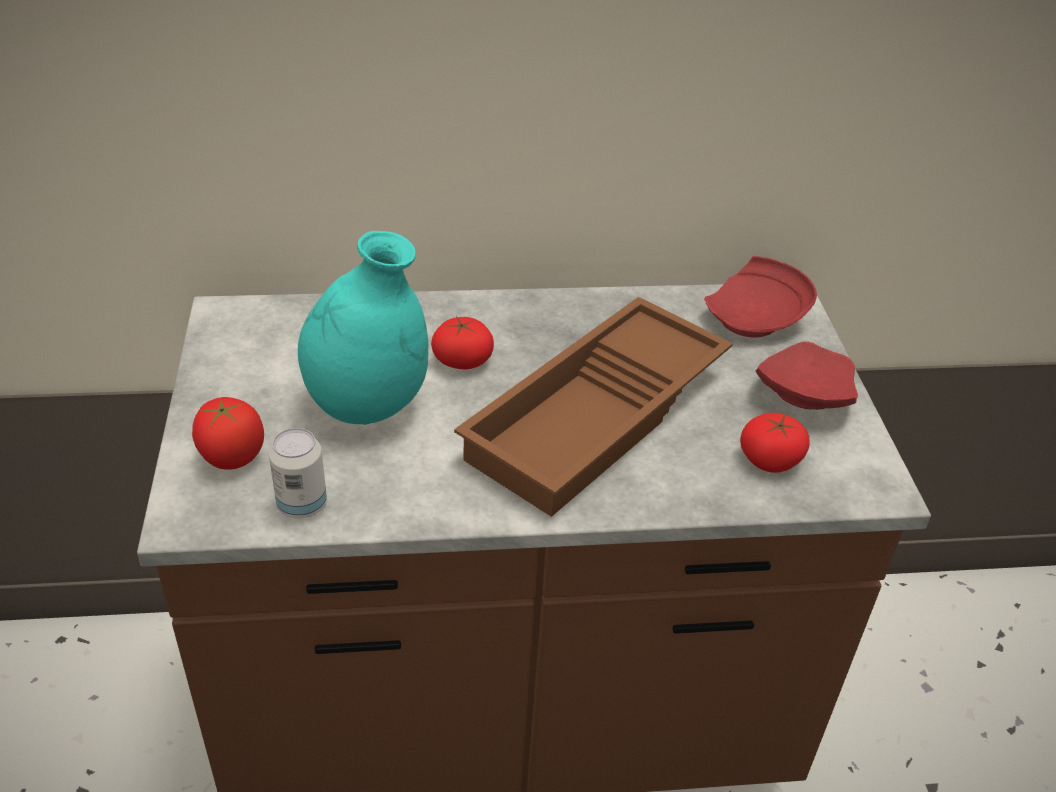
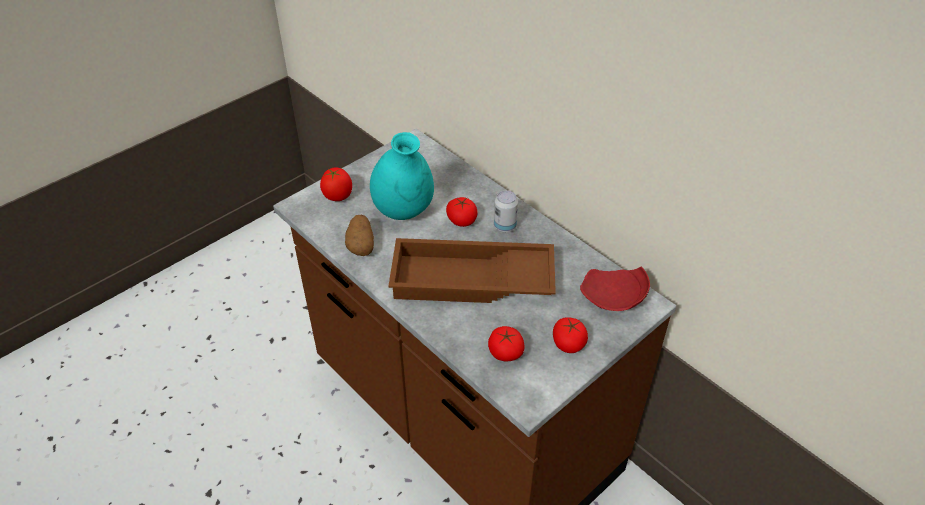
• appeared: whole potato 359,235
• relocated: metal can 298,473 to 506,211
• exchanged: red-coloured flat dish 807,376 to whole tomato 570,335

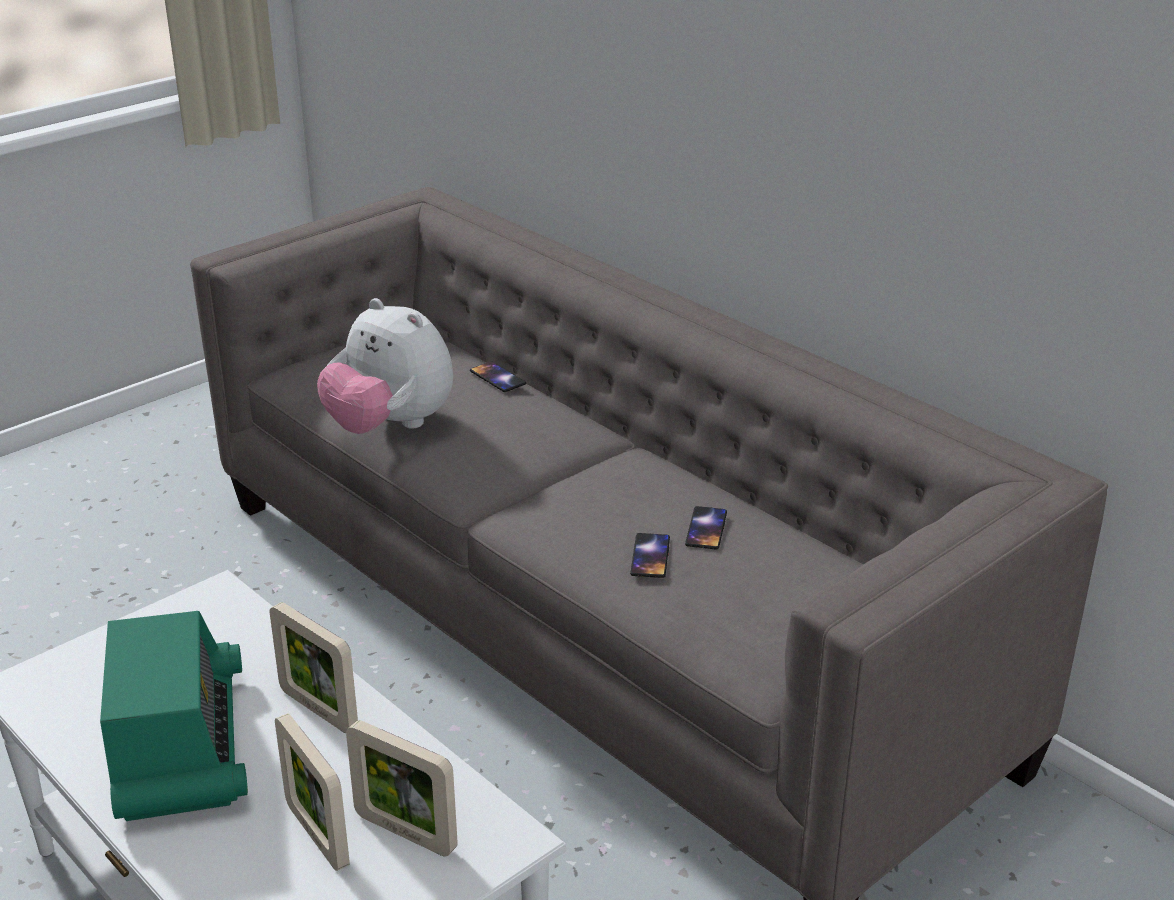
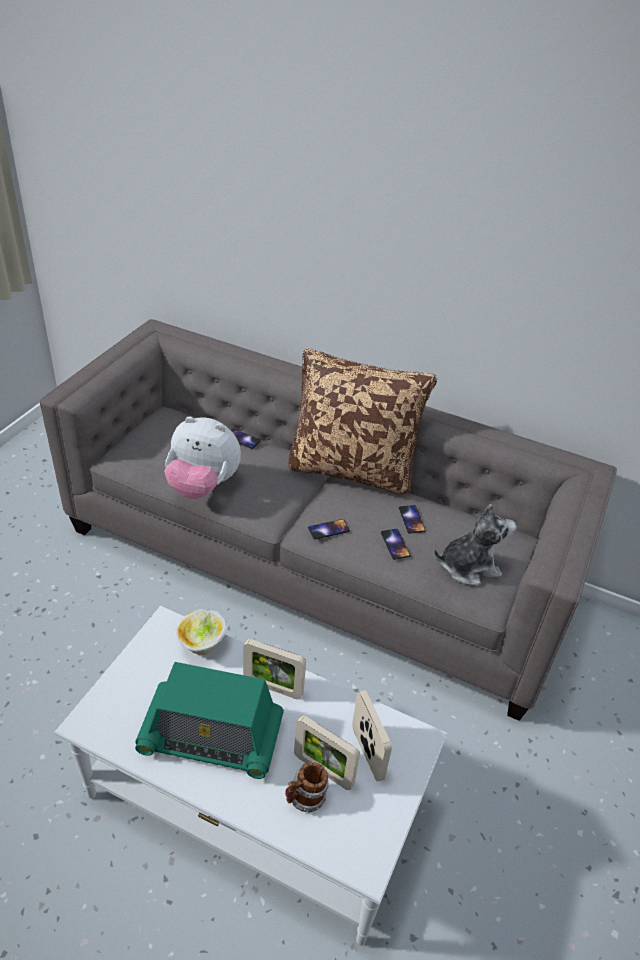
• appeared: deep dish 202,632
• appeared: coffee mug 307,787
• appeared: brown cushion 362,422
• appeared: phone 329,529
• appeared: soft toy 475,544
• spun: radio 174,716 = 209,720 135 degrees clockwise
• spun: standing frame 402,788 = 372,736 120 degrees counterclockwise

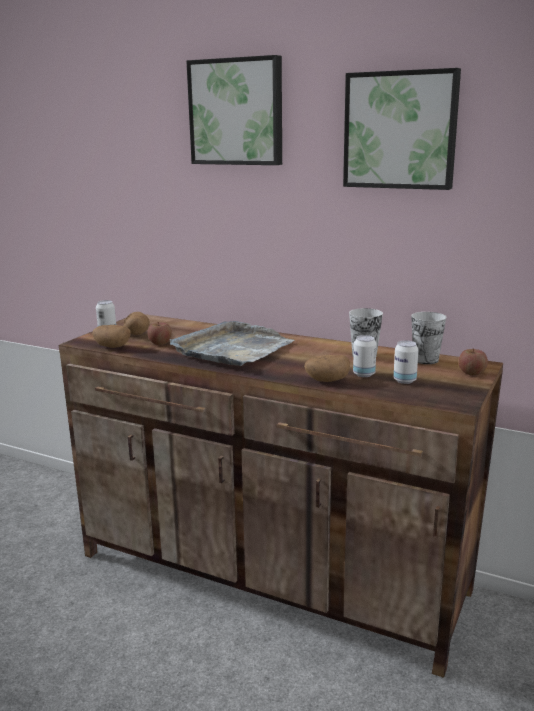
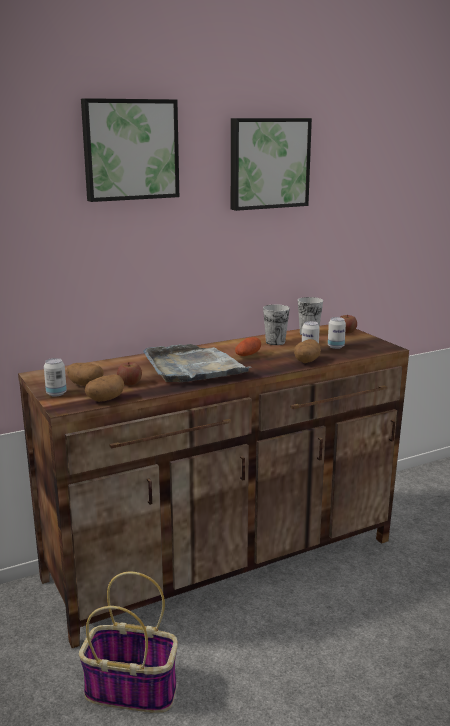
• appeared: basket 128,642
• appeared: whole potato 248,346

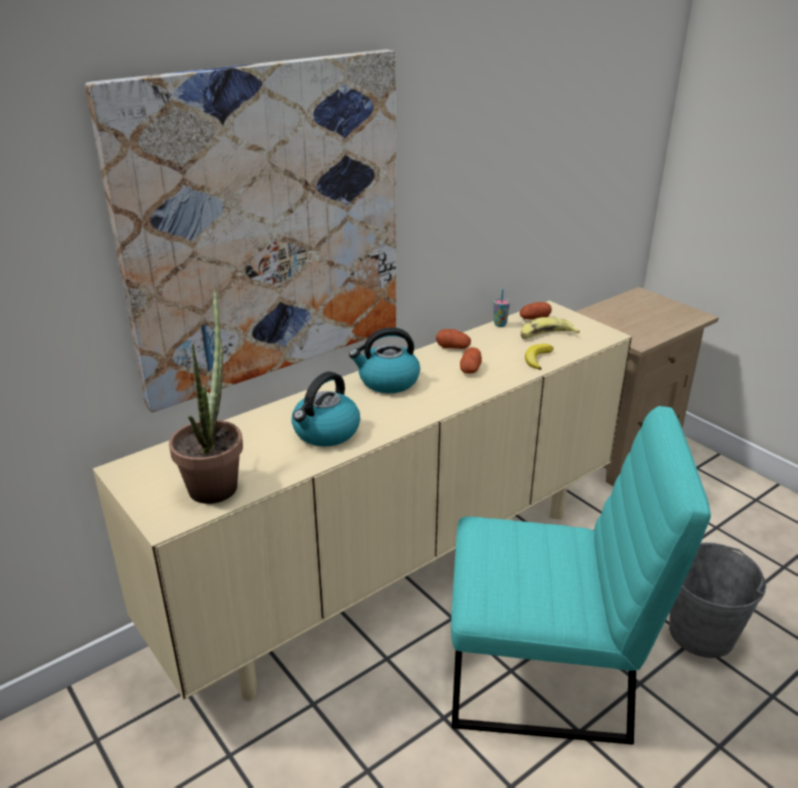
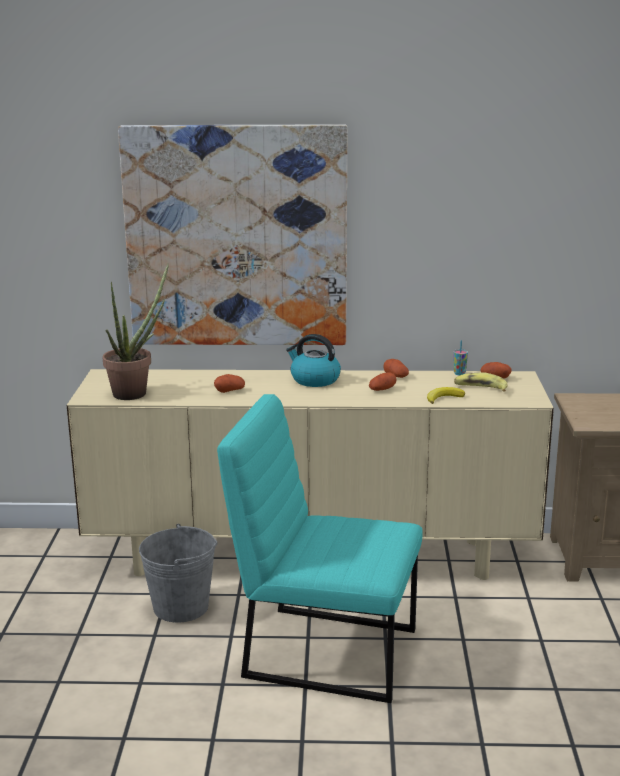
• relocated: grey pail 717,600 to 178,573
• exchanged: tea kettle 325,409 to whole potato 229,383
• spun: turquoise-coloured upright chair 581,575 = 320,548 150 degrees clockwise

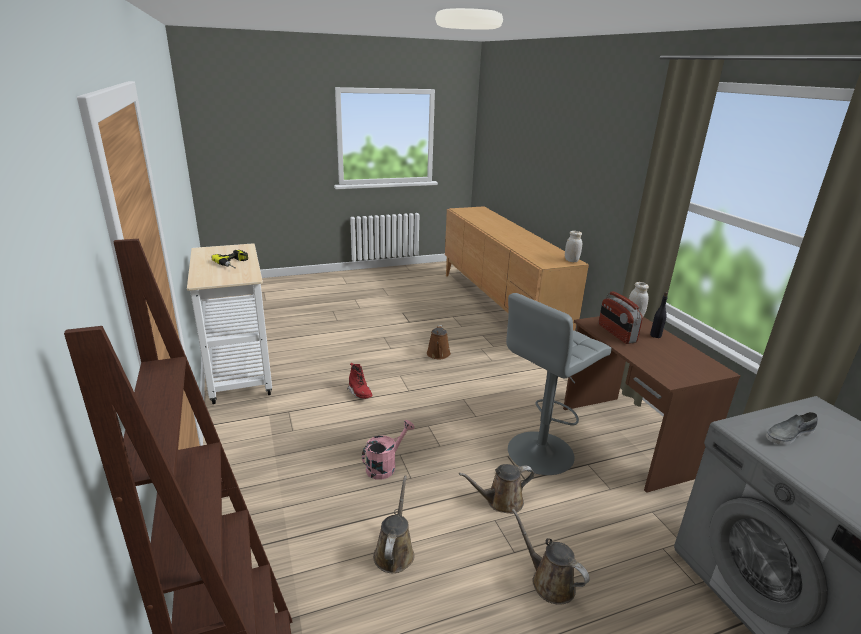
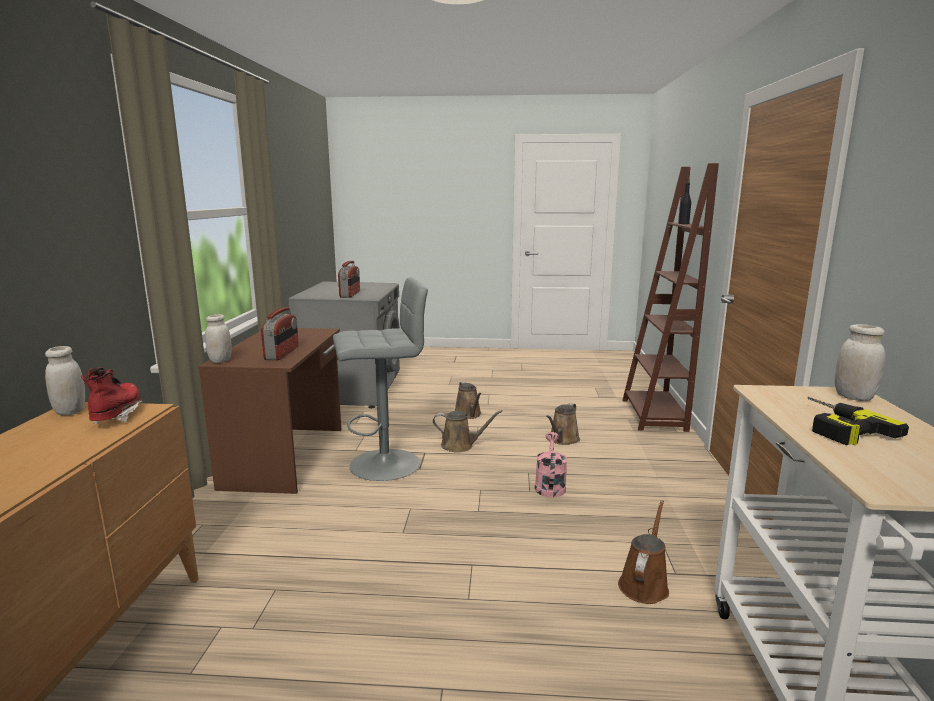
• appeared: whitish storage jar 860,362
• relocated: red-coloured high-top boot 359,381 to 112,395
• relocated: brown watering can 439,342 to 643,552
• relocated: black bottle 659,315 to 685,201
• exchanged: grey shoe 792,428 to radio 349,279
• spun: pinkish watering can 388,450 = 551,465 120 degrees clockwise

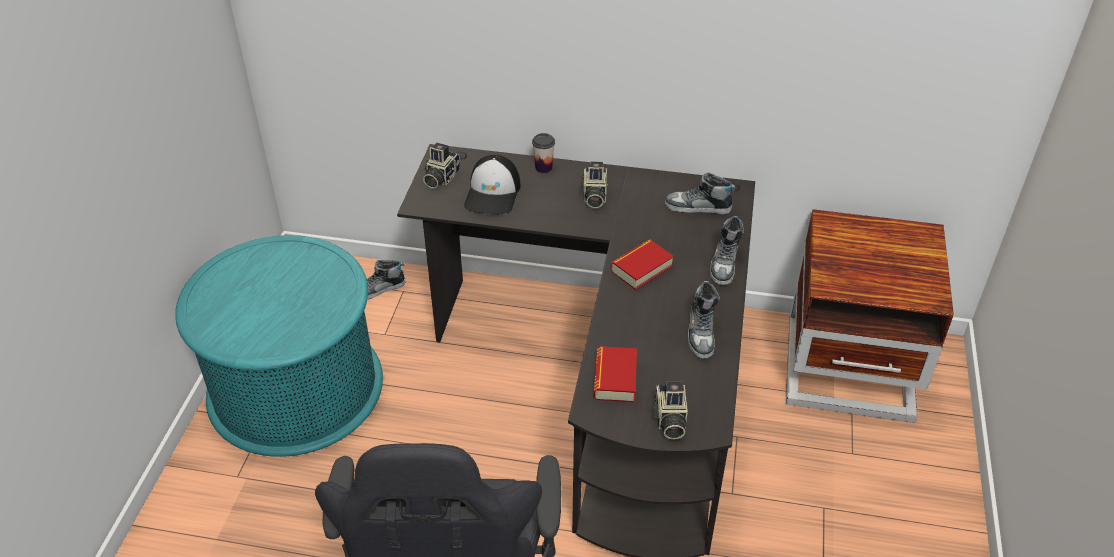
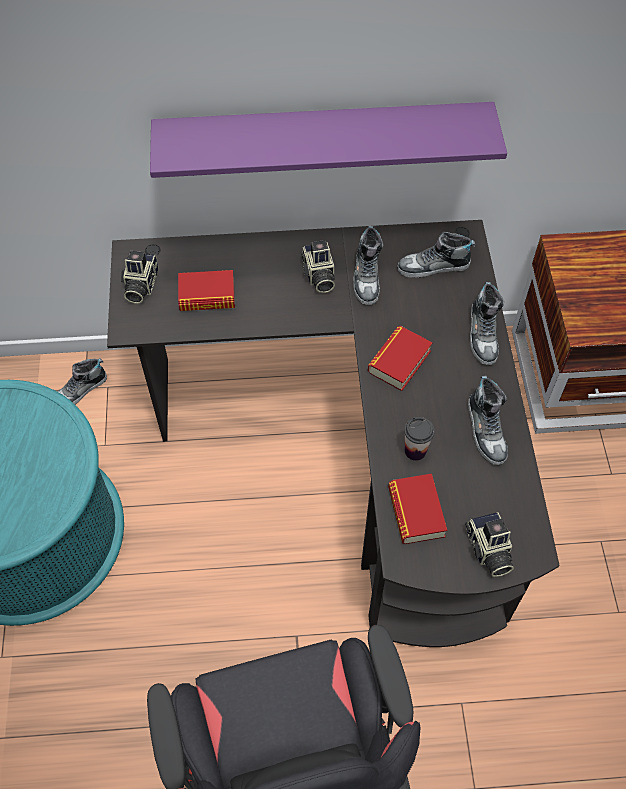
• appeared: purplish wall shelf 328,140
• appeared: shoe 368,265
• relocated: cup 543,153 to 419,439
• exchanged: peaked cap 492,185 to bound book 206,290

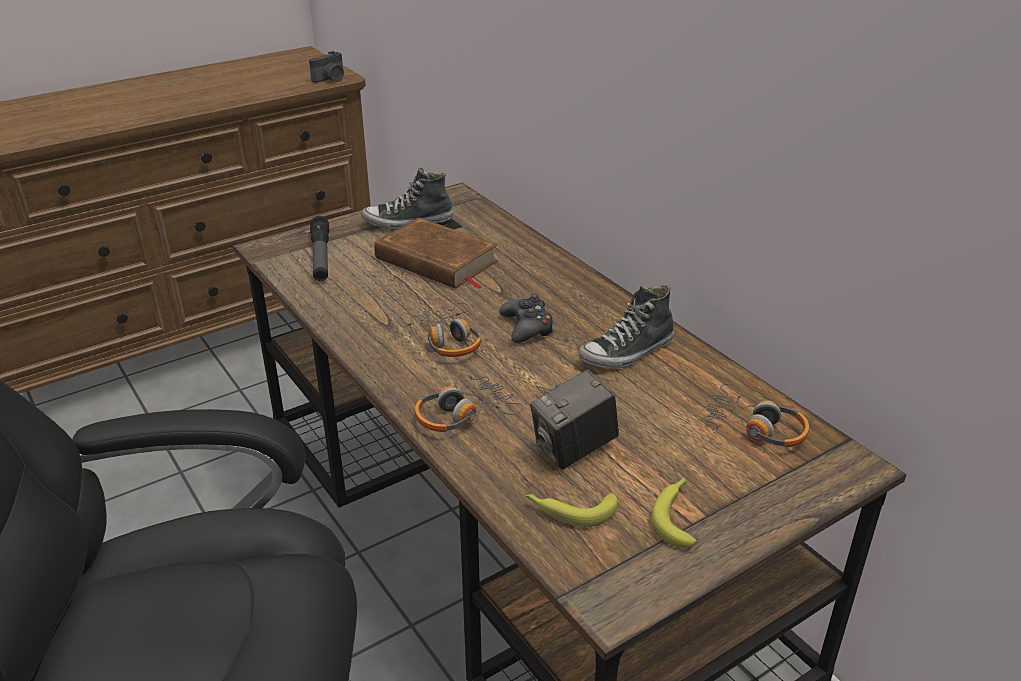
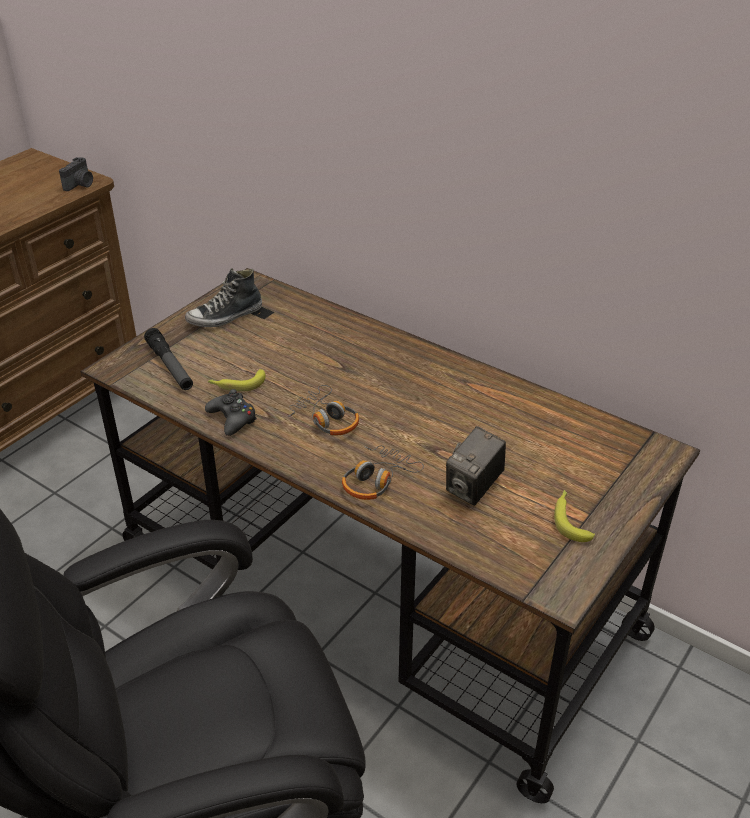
• missing: brown bound book 435,253
• missing: shoe 626,326
• missing: headphones 757,415
• relocated: black joypad 526,318 to 231,412
• relocated: banana 572,510 to 237,380

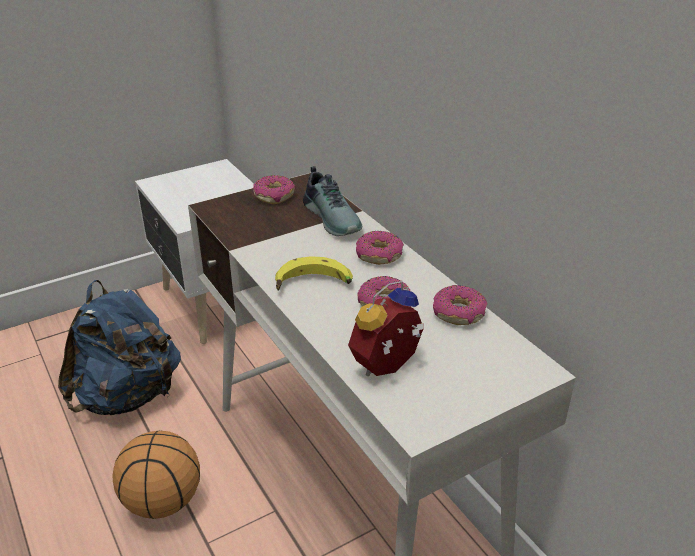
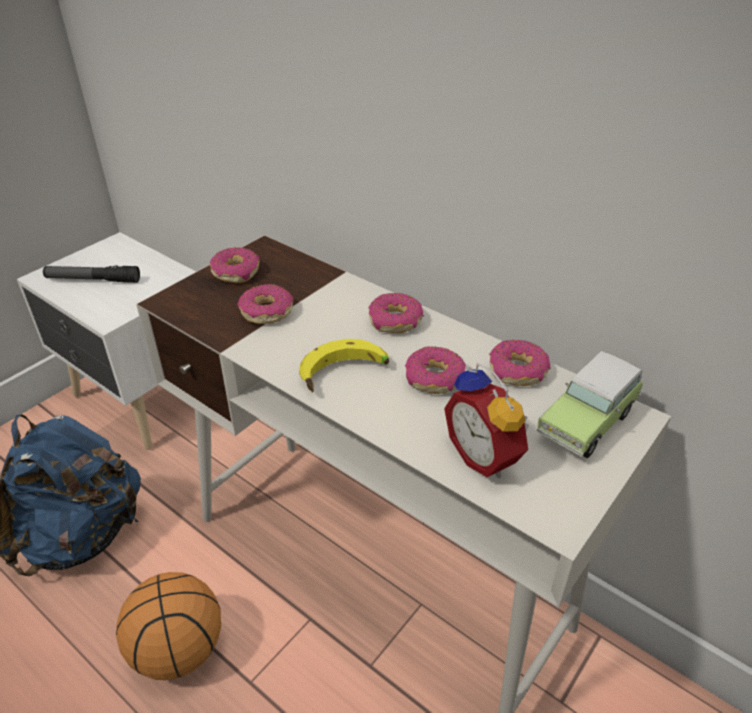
• missing: shoe 333,201
• appeared: flashlight 91,274
• appeared: doughnut 265,304
• appeared: toy car 590,404
• spun: table clock 386,328 = 486,420 60 degrees counterclockwise

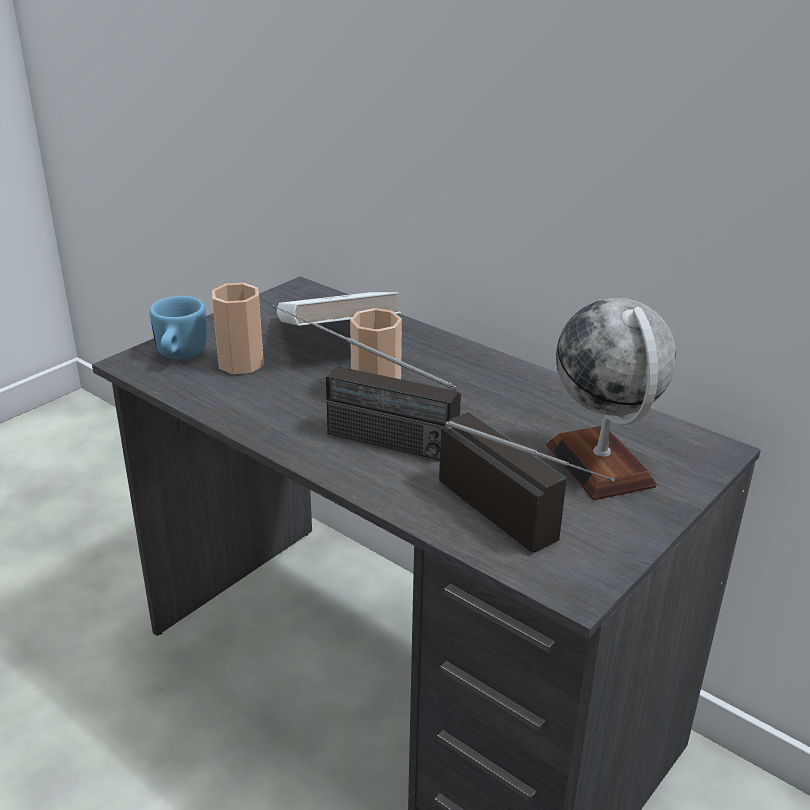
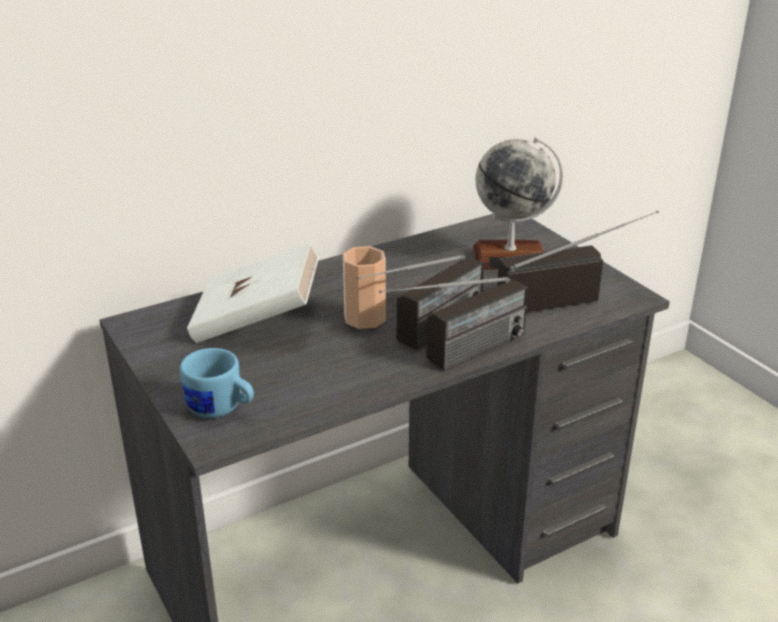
• missing: cup 238,328
• appeared: radio 453,324

